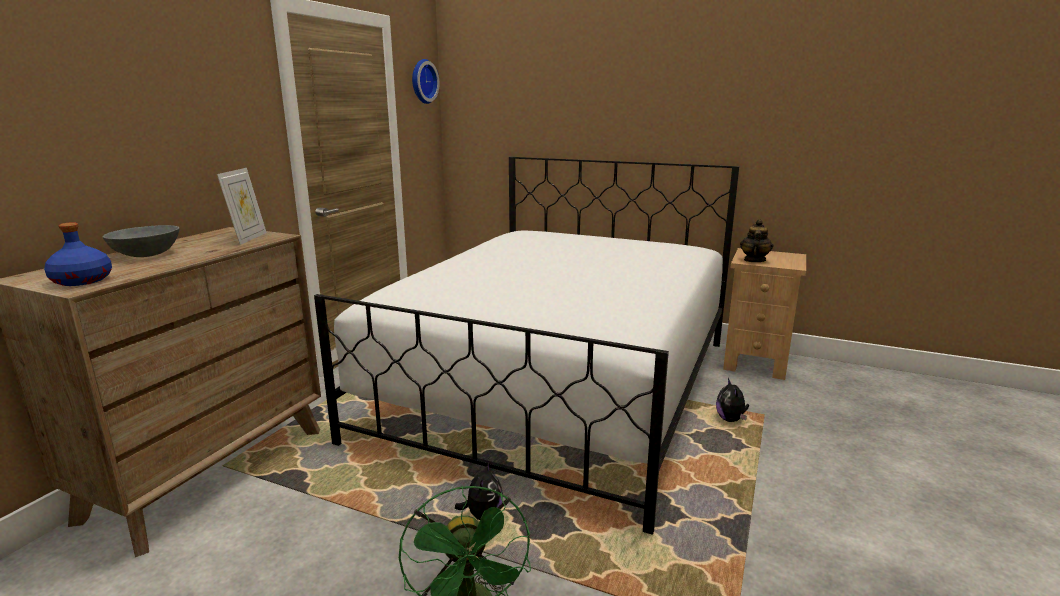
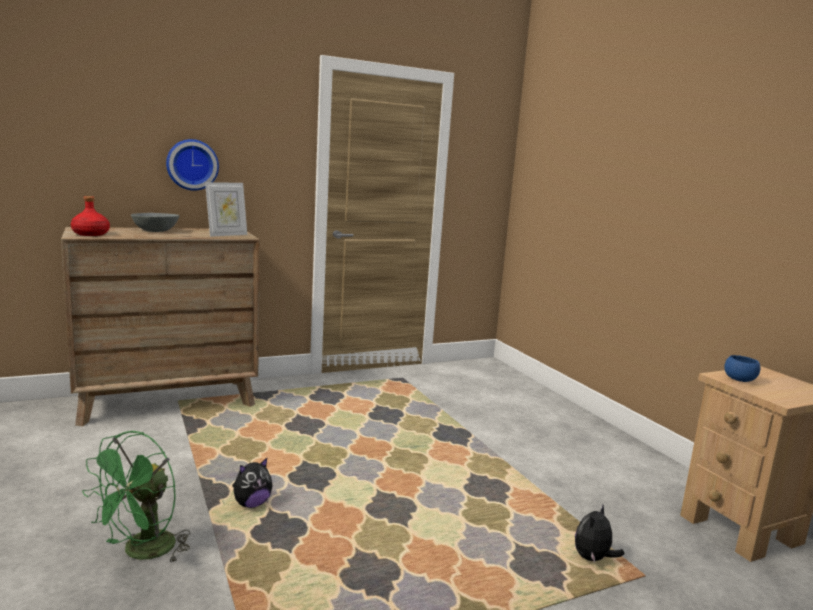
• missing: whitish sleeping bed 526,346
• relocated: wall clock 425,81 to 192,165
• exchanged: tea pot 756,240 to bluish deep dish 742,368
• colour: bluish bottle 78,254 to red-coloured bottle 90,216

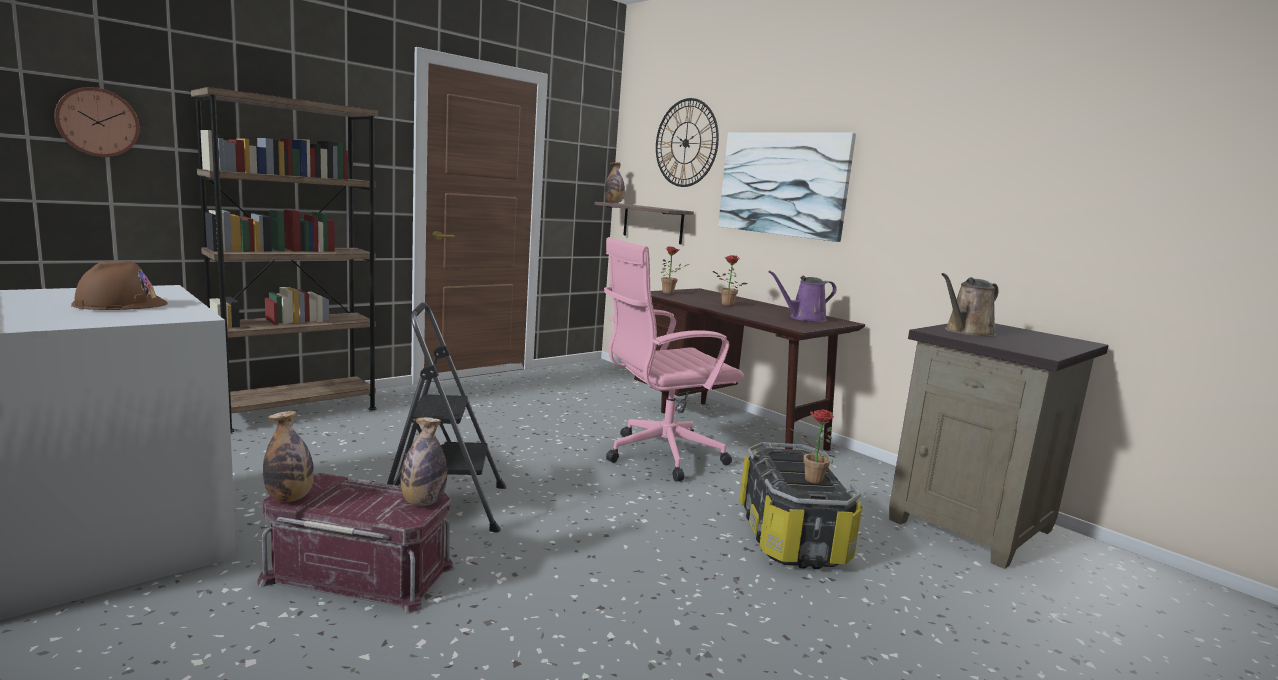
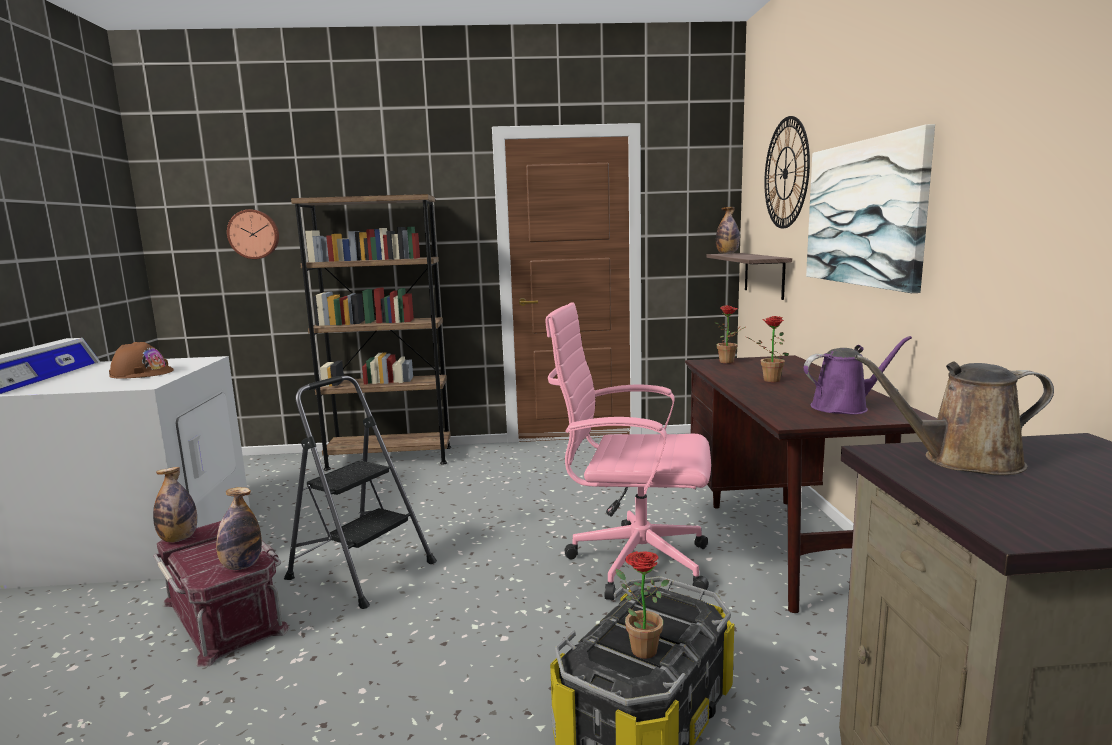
• spun: purplish watering can 802,296 = 858,375 150 degrees clockwise

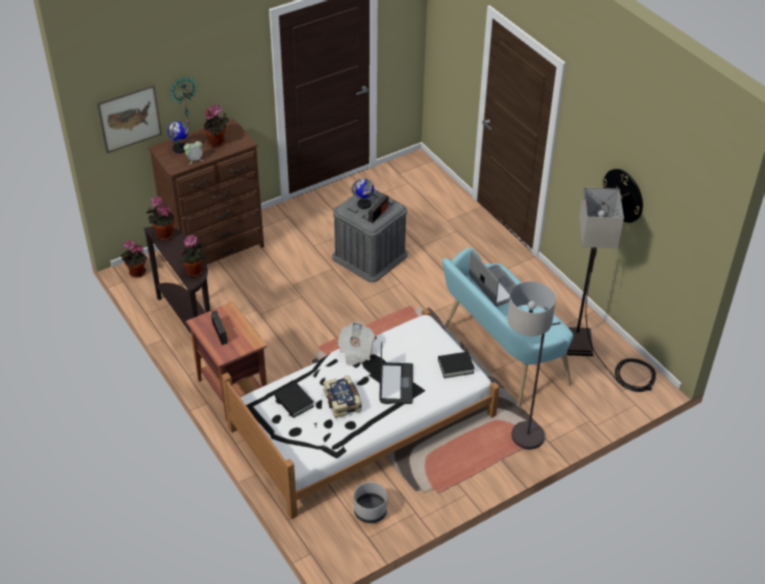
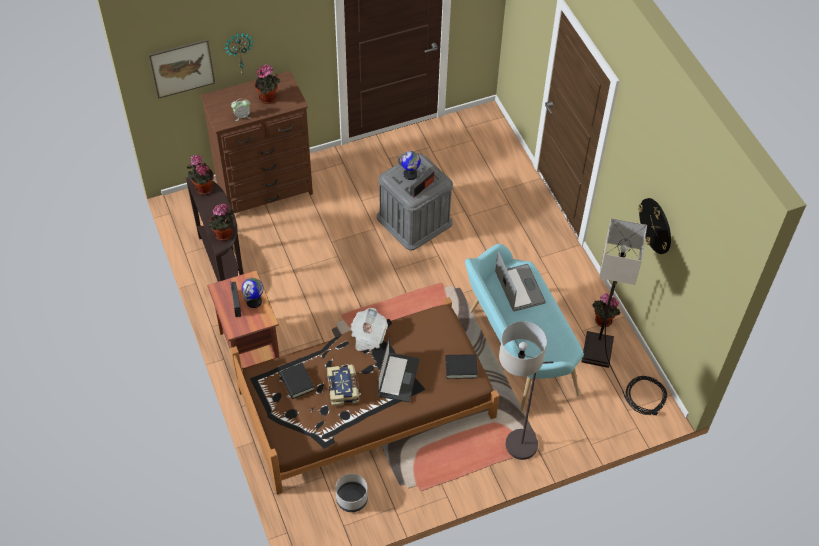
• relocated: houseplant 134,259 to 607,310
• relocated: globe 178,137 to 253,293
• colour: whitish sleeping bed 361,413 to brown sleeping bed 364,396

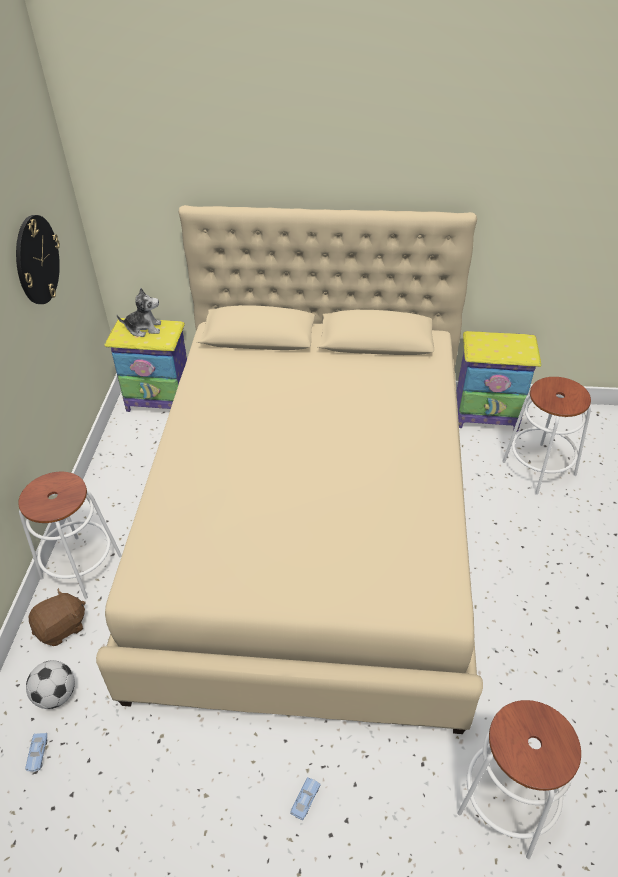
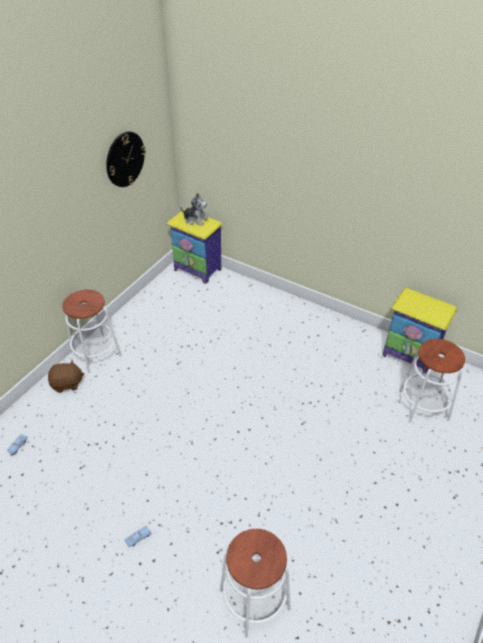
• missing: ball for football 50,684
• missing: sand-coloured sleeping bed 289,469

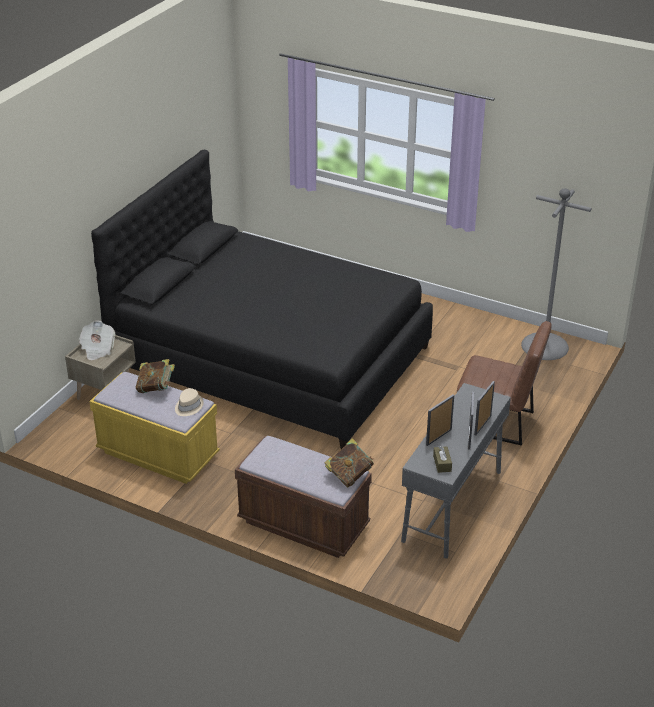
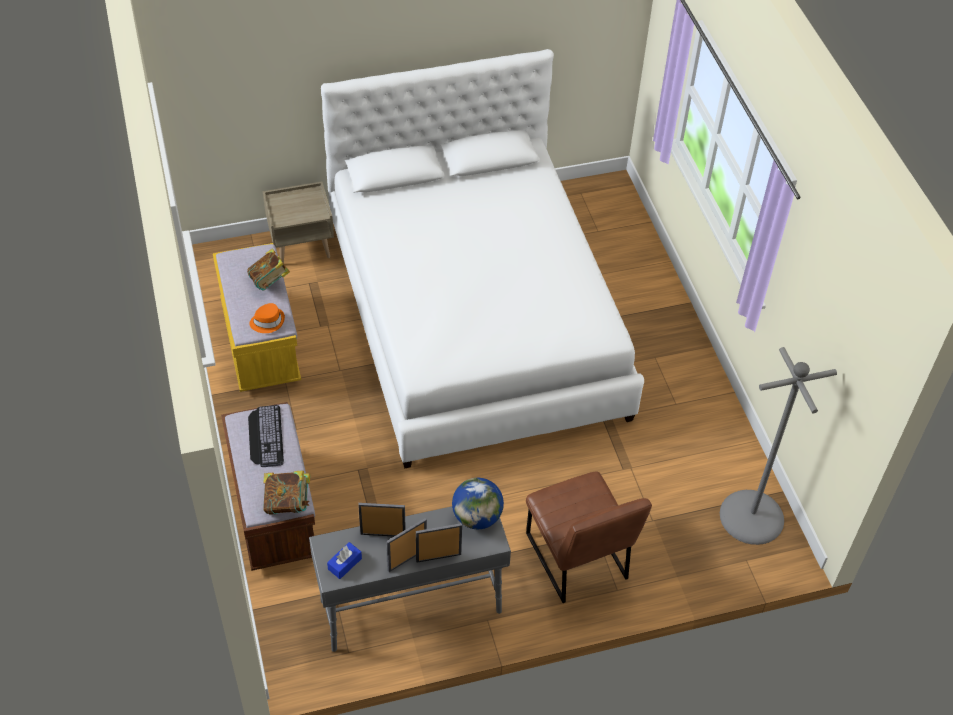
• missing: daily paper 97,340
• appeared: PC keyboard 266,436
• appeared: globe 478,503
• colour: black sleeping bed 262,299 to whitish sleeping bed 482,259
• colour: sand-coloured wearable hat 189,402 to orangey wearable hat 267,318
• colour: brown tissue box 442,459 to bluish tissue box 344,560

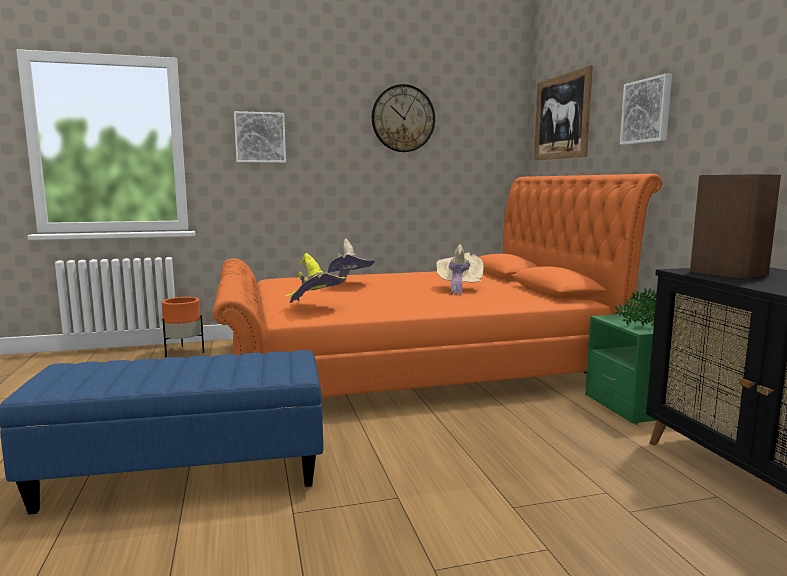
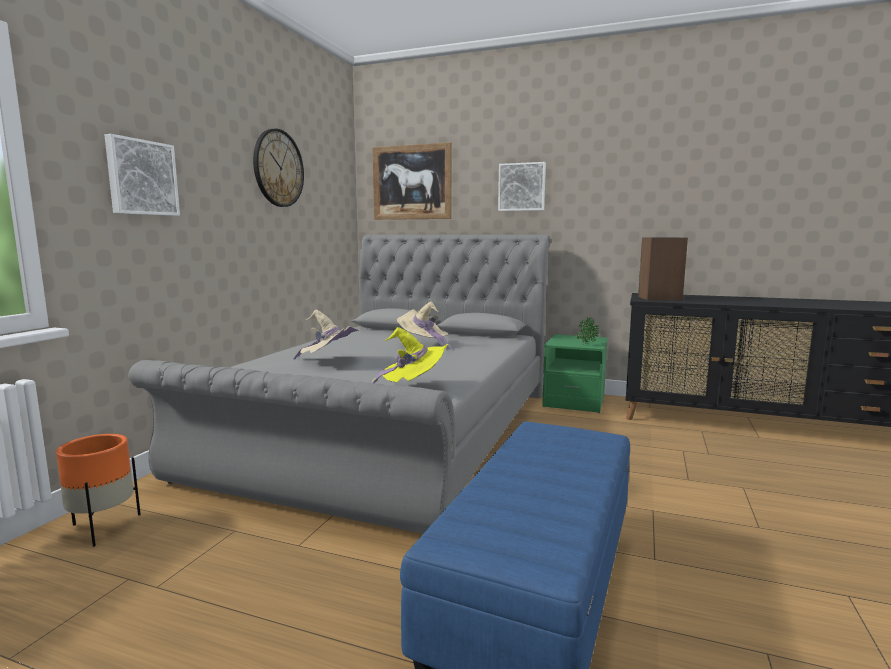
• colour: orangey sleeping bed 438,285 to grey sleeping bed 339,384

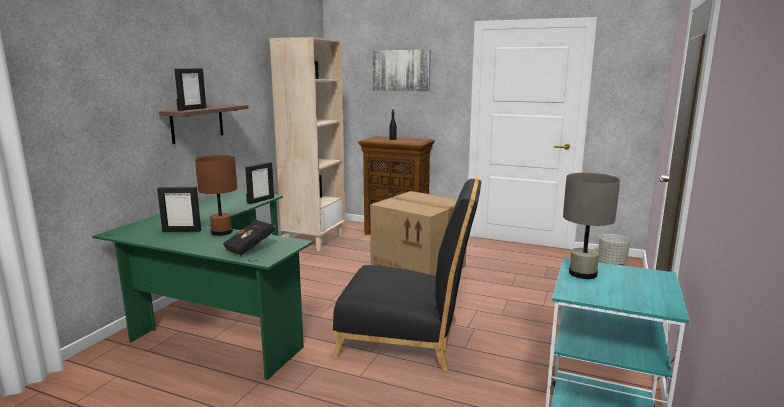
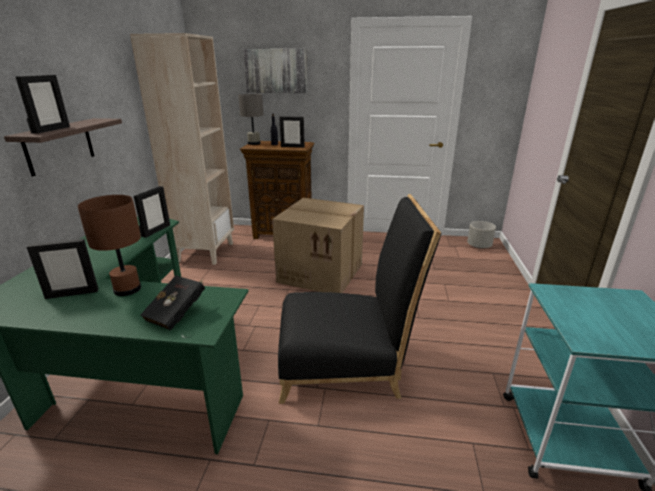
• appeared: standing frame 292,132
• relocated: grey table lamp 591,226 to 250,119

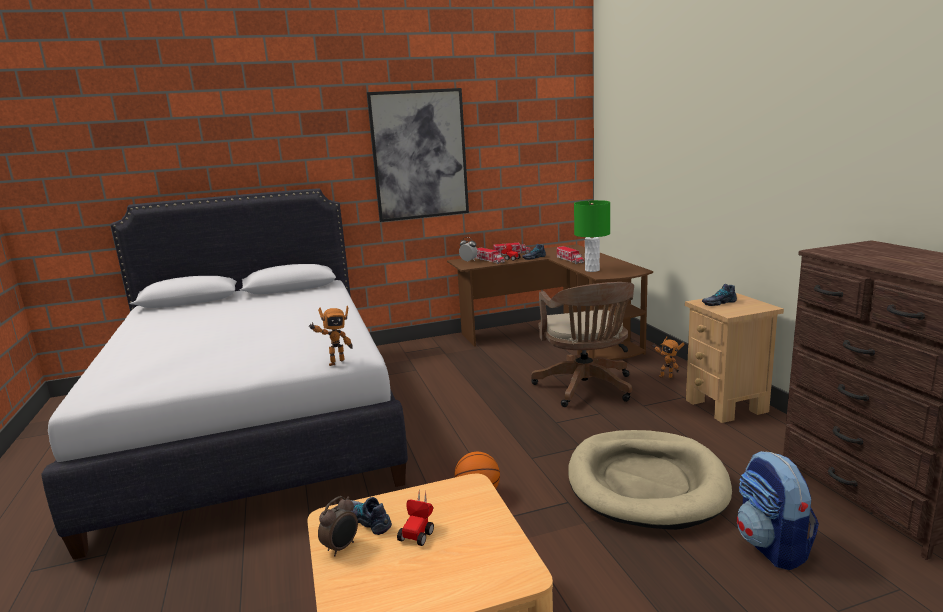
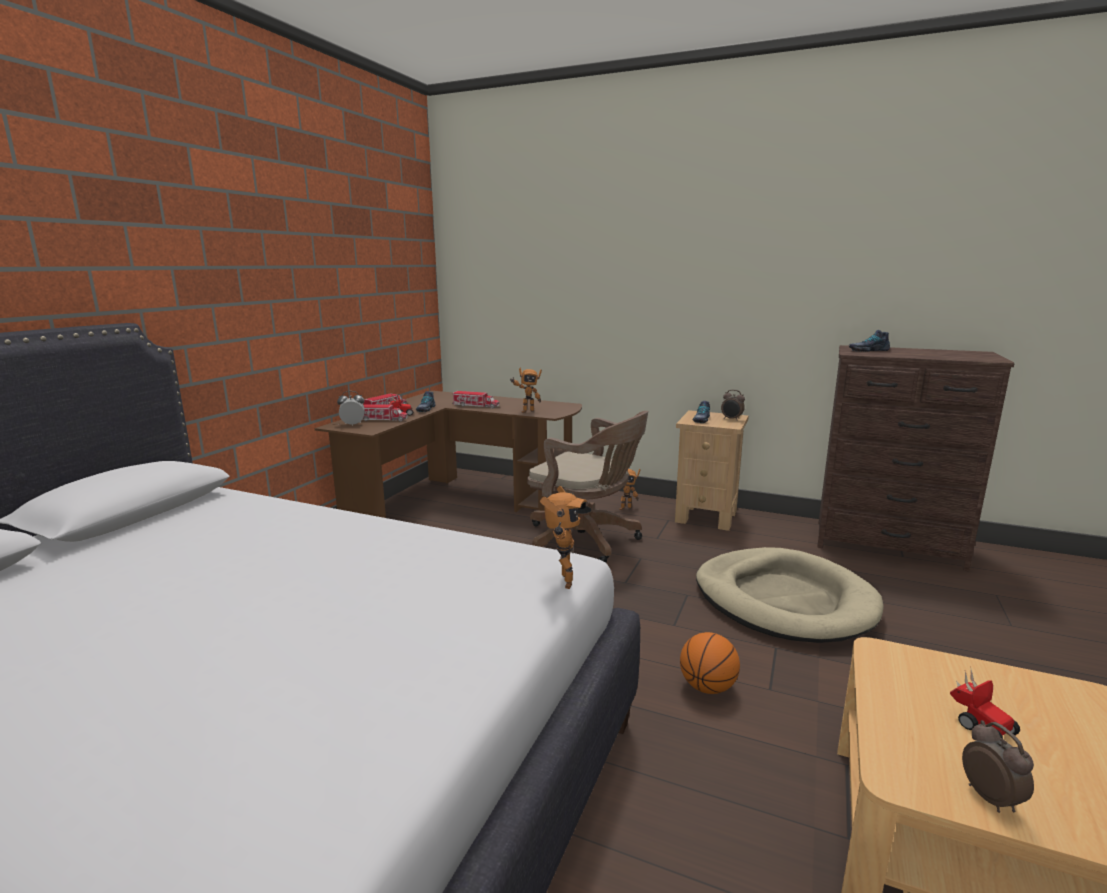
• missing: wall picture 418,155
• missing: knapsack 778,510
• appeared: table clock 733,405
• relocated: shoe 371,516 to 869,341
• exchanged: greenish table lamp 592,236 to toy robot 526,390

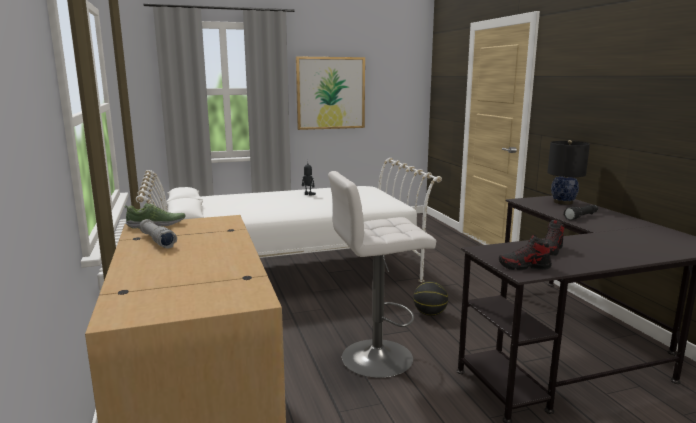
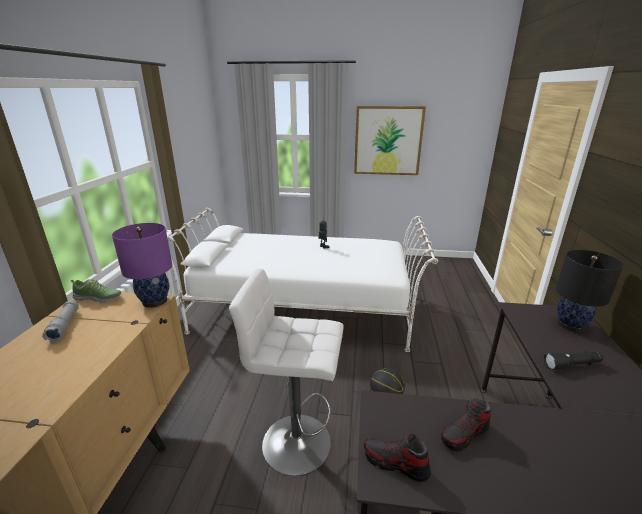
• appeared: purplish table lamp 142,265

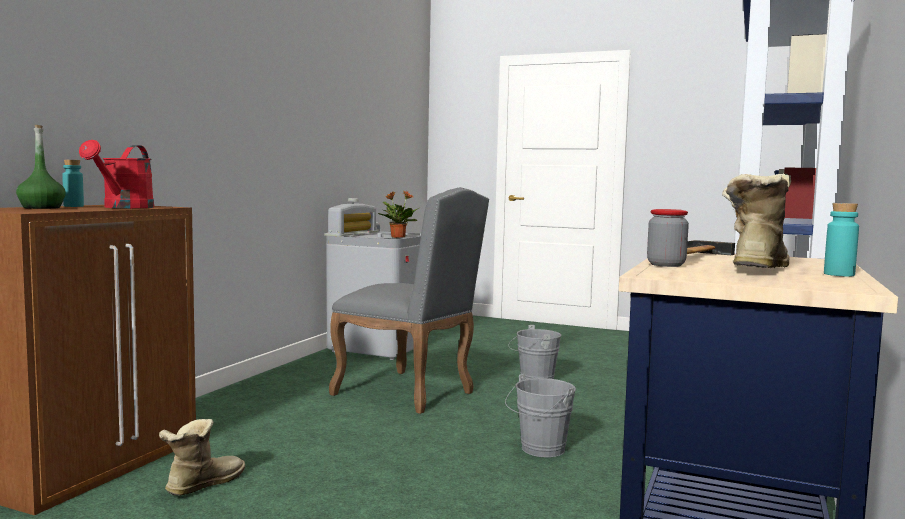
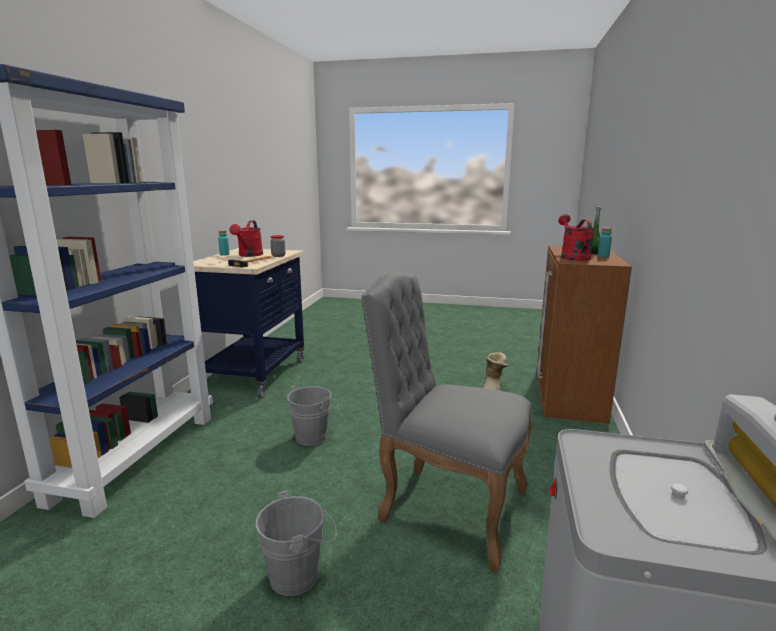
• missing: houseplant 398,214
• exchanged: high-top boot 756,221 to red-coloured watering can 246,238

